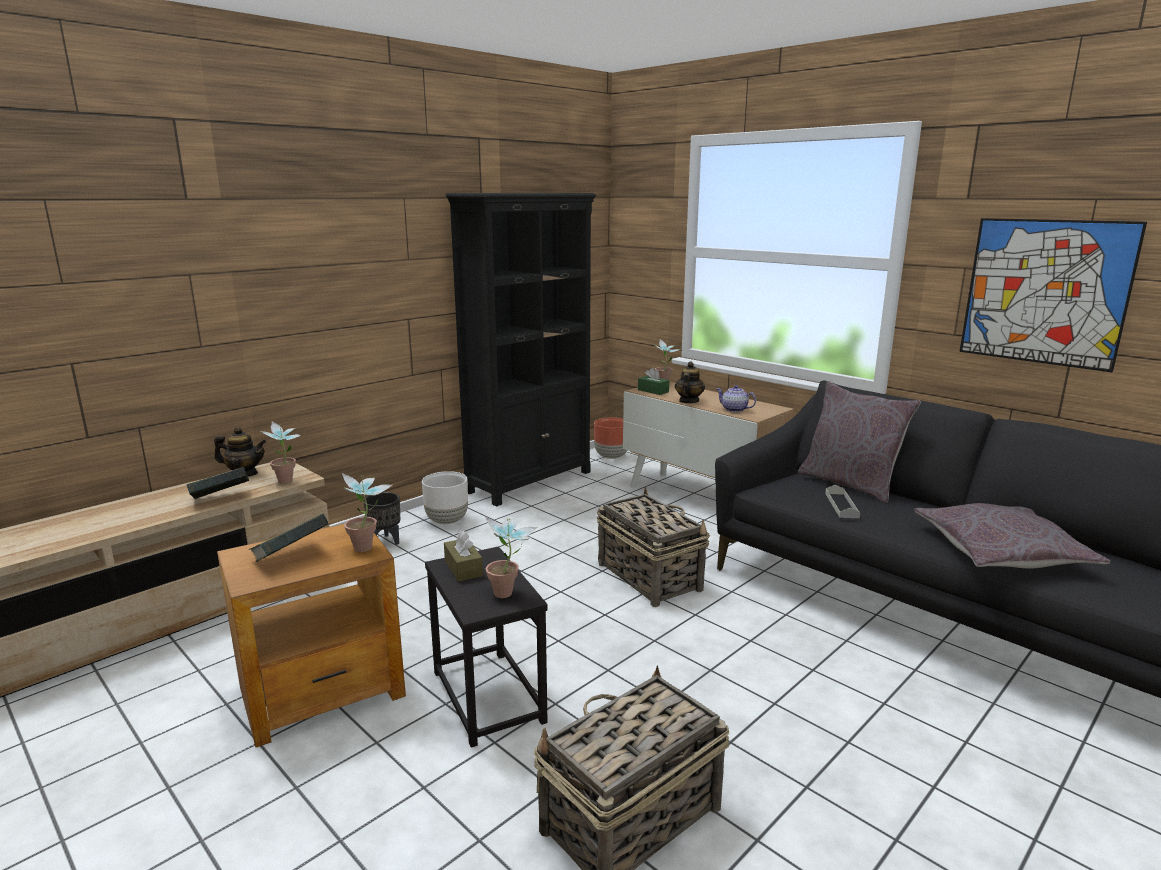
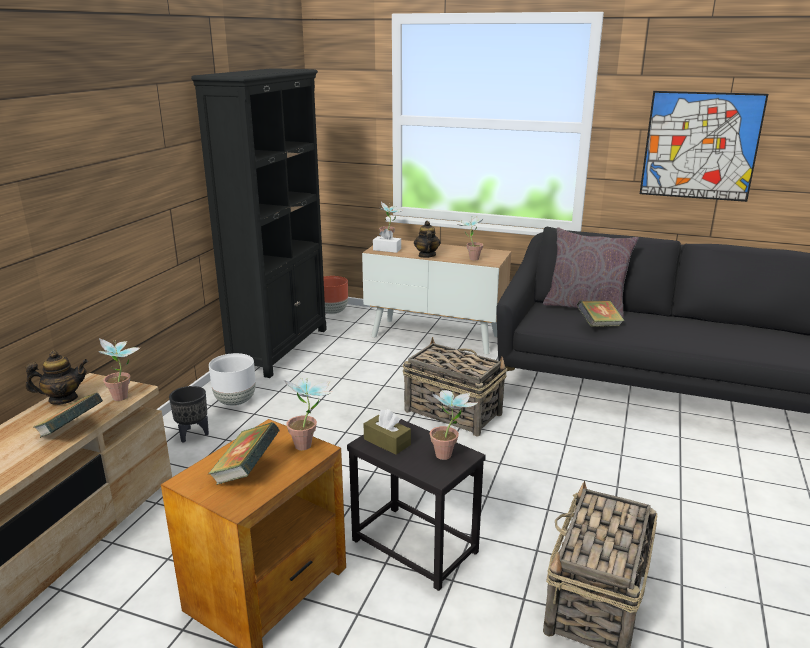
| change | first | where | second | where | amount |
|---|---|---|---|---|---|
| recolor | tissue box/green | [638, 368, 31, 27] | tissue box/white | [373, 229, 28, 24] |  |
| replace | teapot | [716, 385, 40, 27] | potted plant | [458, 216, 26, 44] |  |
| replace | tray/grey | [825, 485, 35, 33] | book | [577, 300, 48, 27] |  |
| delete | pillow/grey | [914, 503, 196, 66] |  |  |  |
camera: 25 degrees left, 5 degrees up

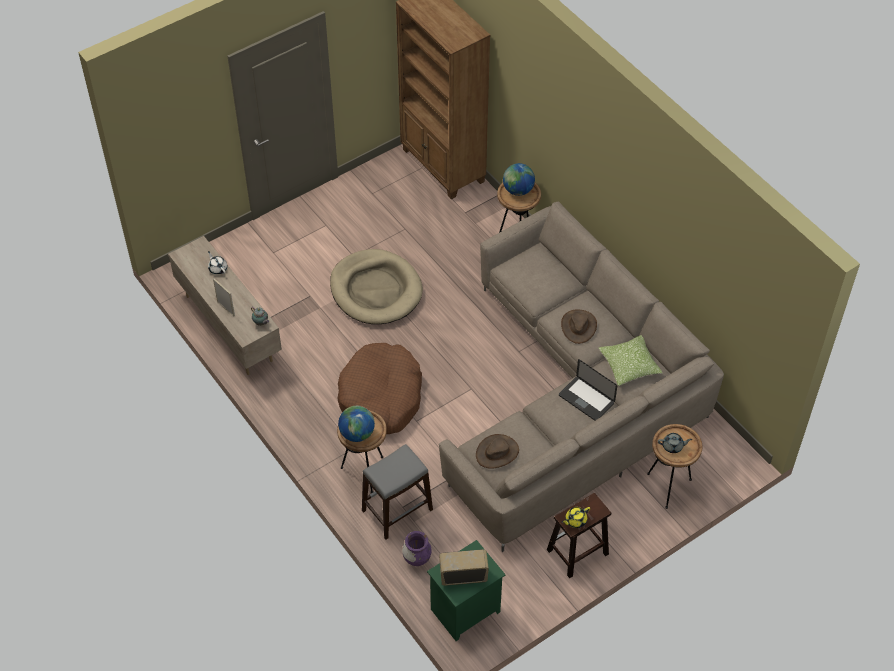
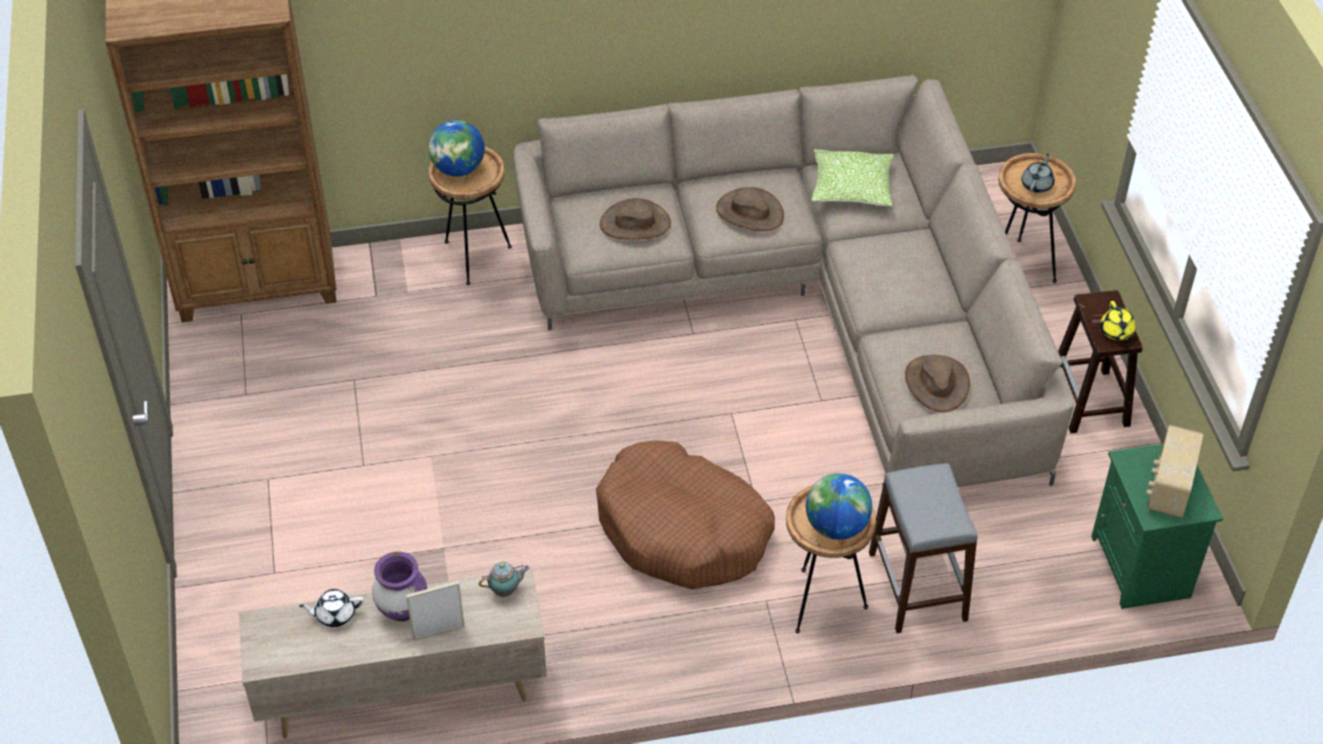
| change | first | where | second | where | amount |
|---|---|---|---|---|---|
| move | vase/purple | [402, 531, 29, 35] |  | [372, 552, 55, 69] |  |
| insert |  |  | hat/brown | [600, 198, 71, 42] |  |
| delete | dog bed/beige | [330, 249, 93, 75] |  |  |  |
| delete | laptop | [559, 359, 58, 62] |  |  |  |
camera: 65 degrees left, 5 degrees down

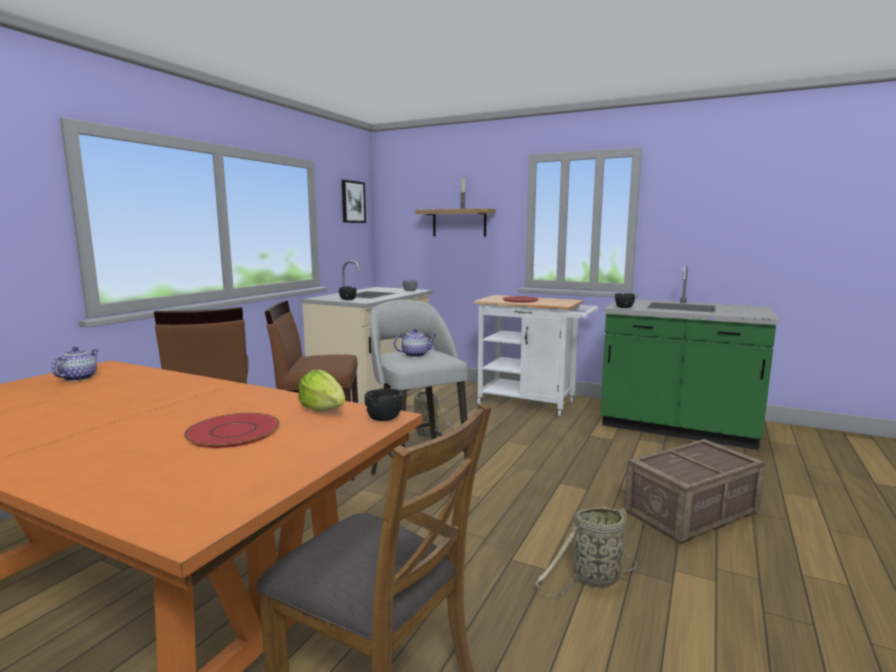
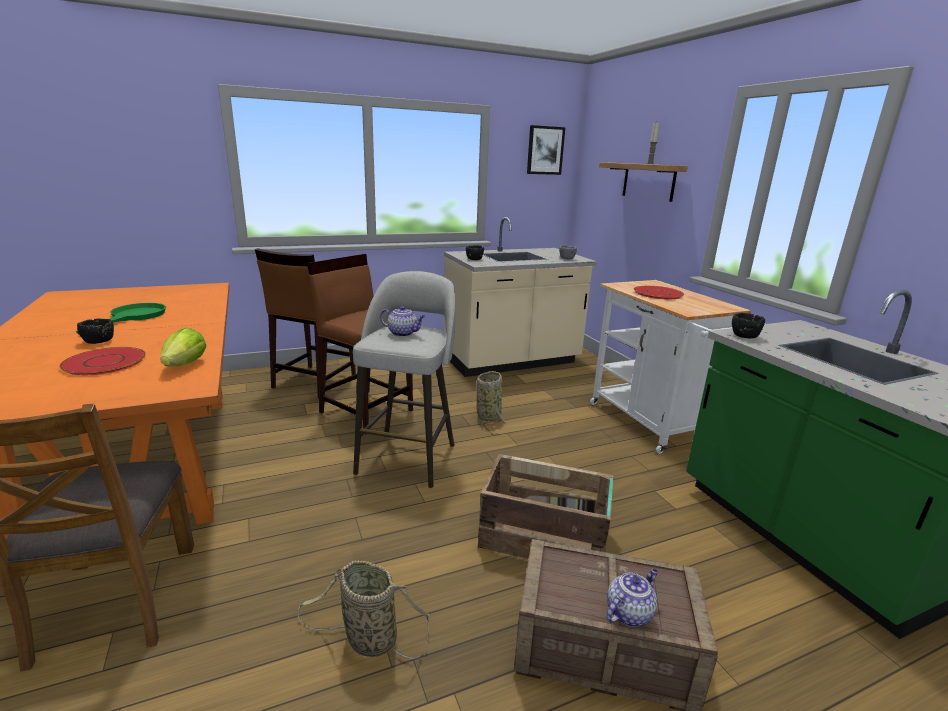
| change | first | where | second | where | amount |
|---|---|---|---|---|---|
| insert |  |  | frying pan/green | [76, 303, 90, 31] |  |
| move | bowl/black | [365, 388, 38, 33] |  | [77, 318, 37, 26] |  |
| insert |  |  | crate | [478, 454, 136, 105] |  |
| move | teapot | [51, 347, 47, 34] |  | [606, 568, 52, 59] |  |
camera: 40 degrees right, 10 degrees up

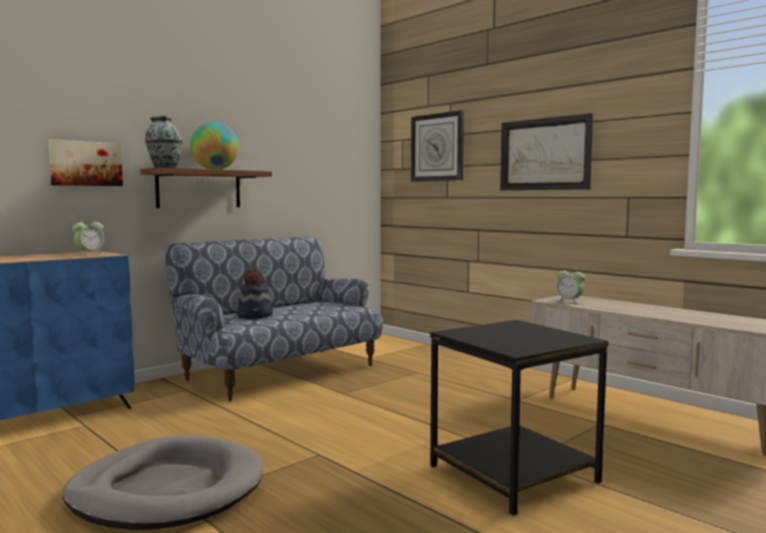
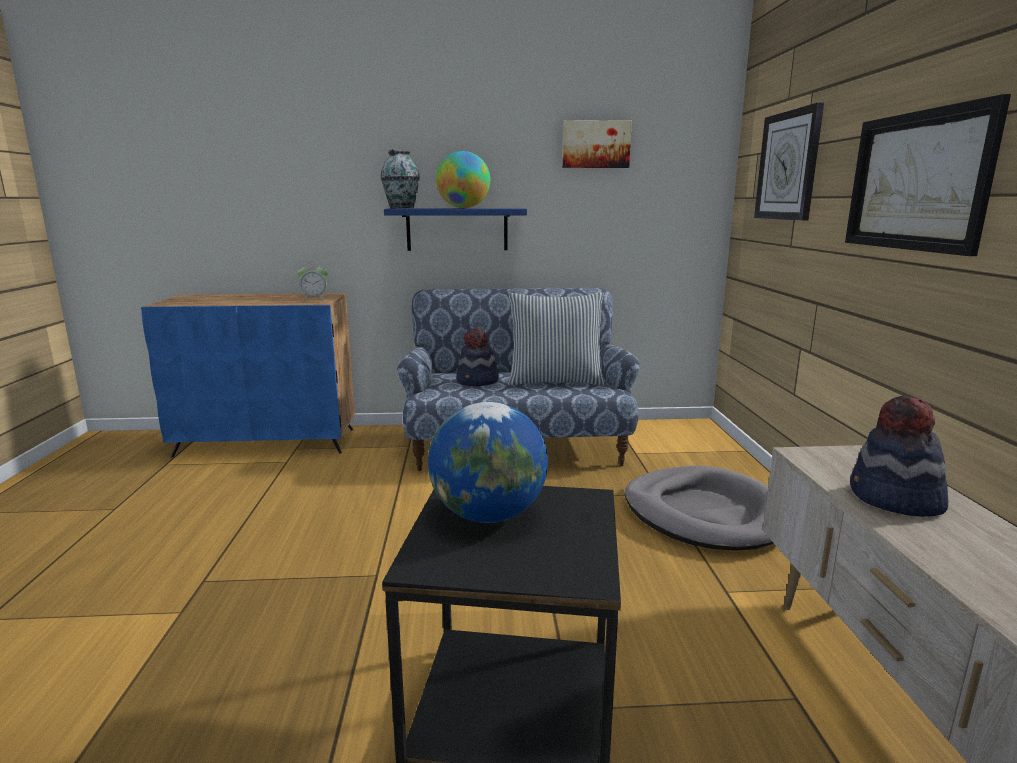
| change | first | where | second | where | amount |
|---|---|---|---|---|---|
| recolor | shelf/brown | [140, 167, 132, 41] | shelf/blue | [384, 208, 143, 43] |  |
| insert |  |  | globe | [428, 402, 120, 121] |  |
| insert |  |  | pillow | [508, 292, 97, 94] |  |
| move | picture | [48, 139, 75, 47] |  | [562, 120, 70, 48] |  |
| move | dog bed/grey | [62, 435, 201, 95] |  | [625, 466, 149, 85] |  |
| insert |  |  | hat | [850, 396, 98, 121] |  |
| delete | alarm clock | [556, 267, 29, 37] |  |  |  |
camera: 40 degrees right, 10 degrees up

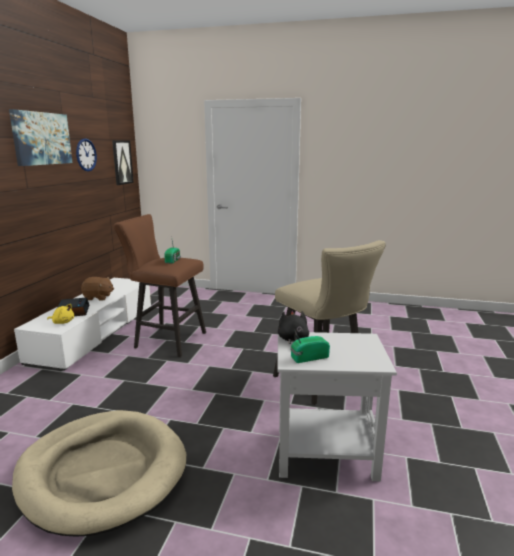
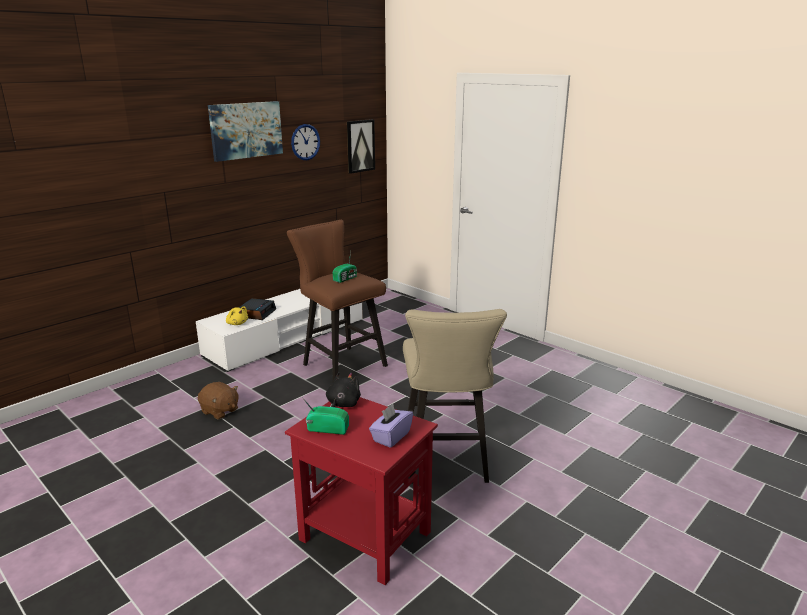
| change | first | where | second | where | amount |
|---|---|---|---|---|---|
| move | plush toy/brown | [81, 277, 33, 23] |  | [198, 382, 40, 38] |  |
| recolor | side table/white | [277, 332, 120, 149] | side table/red | [285, 397, 153, 188] |  |
| insert |  |  | tissue box/purple | [369, 404, 44, 44] |  |
| delete | dog bed/beige | [12, 410, 174, 127] |  |  |  |
camera: 30 degrees right, 5 degrees up

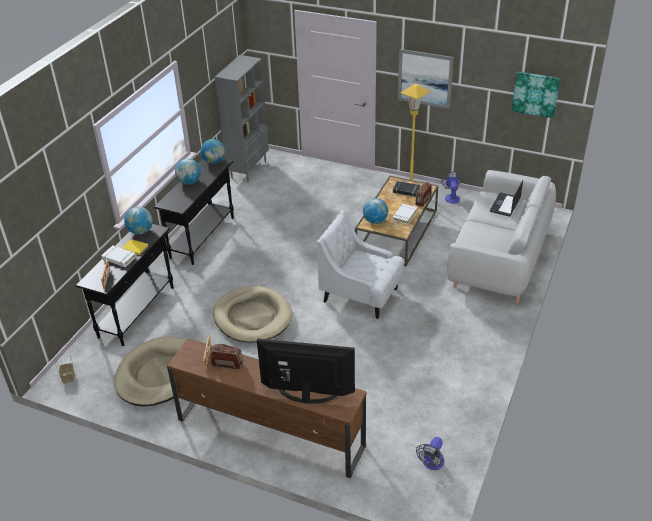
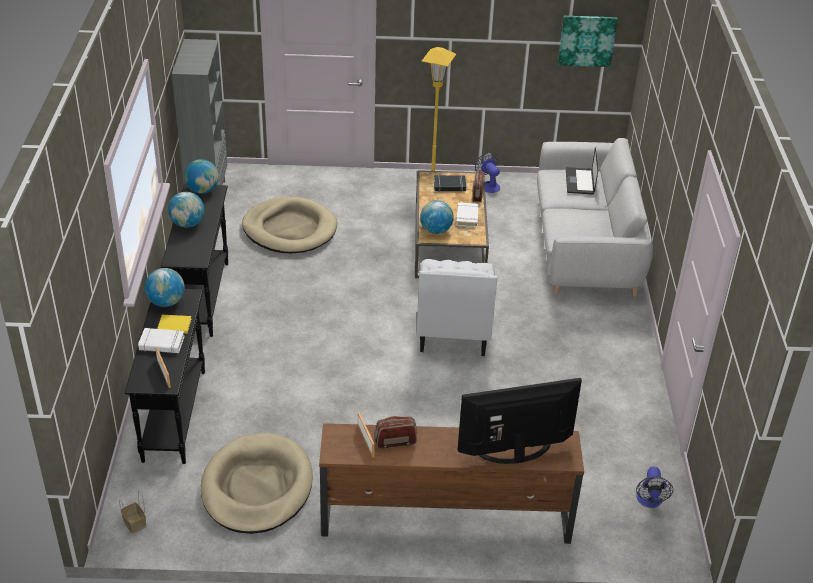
| change | first | where | second | where | amount |
|---|---|---|---|---|---|
| move | dog bed/beige | [213, 286, 80, 57] |  | [242, 197, 95, 56] |  |
| rotate | armchair/white | [317, 210, 87, 109] |  | [416, 259, 81, 97] | 90 degrees counterclockwise |
| delete | picture | [398, 49, 56, 60] |  |  |  |
camera: 25 degrees left, 0 degrees up

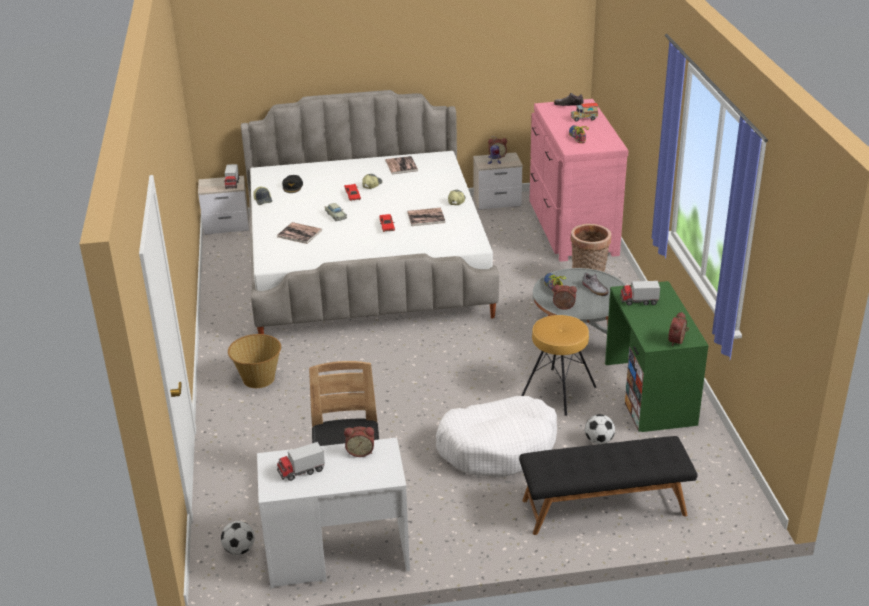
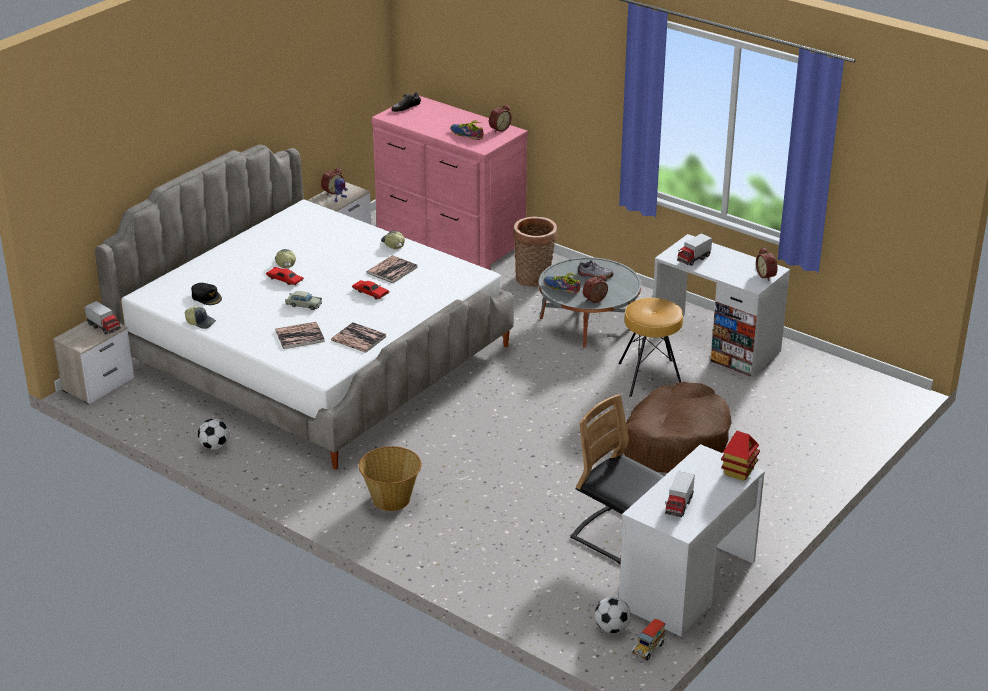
| change | first | where | second | where | amount |
|---|---|---|---|---|---|
| move | football | [585, 414, 30, 30] |  | [198, 419, 31, 31] |  |
| move | book | [385, 156, 33, 18] |  | [331, 322, 56, 31] |  |
| move | alarm clock | [344, 426, 30, 31] |  | [489, 104, 23, 28] |  |
| recolor | dog bed/white | [436, 396, 121, 82] | dog bed/brown | [624, 382, 108, 91] |  |
| move | toy truck | [570, 103, 29, 19] |  | [632, 619, 34, 41] |  |
| recolor | desk/green | [605, 281, 104, 151] | desk/white | [650, 234, 140, 143] |  |
| insert |  |  | toy house | [721, 431, 39, 50] |  |
| delete | bench/black | [519, 436, 179, 99] |  |  |  |
camera: 45 degrees left, 0 degrees up

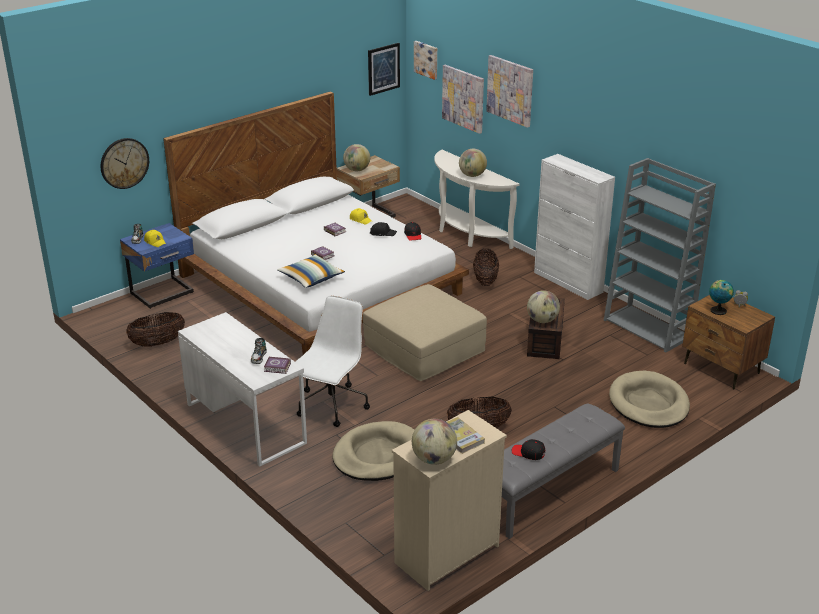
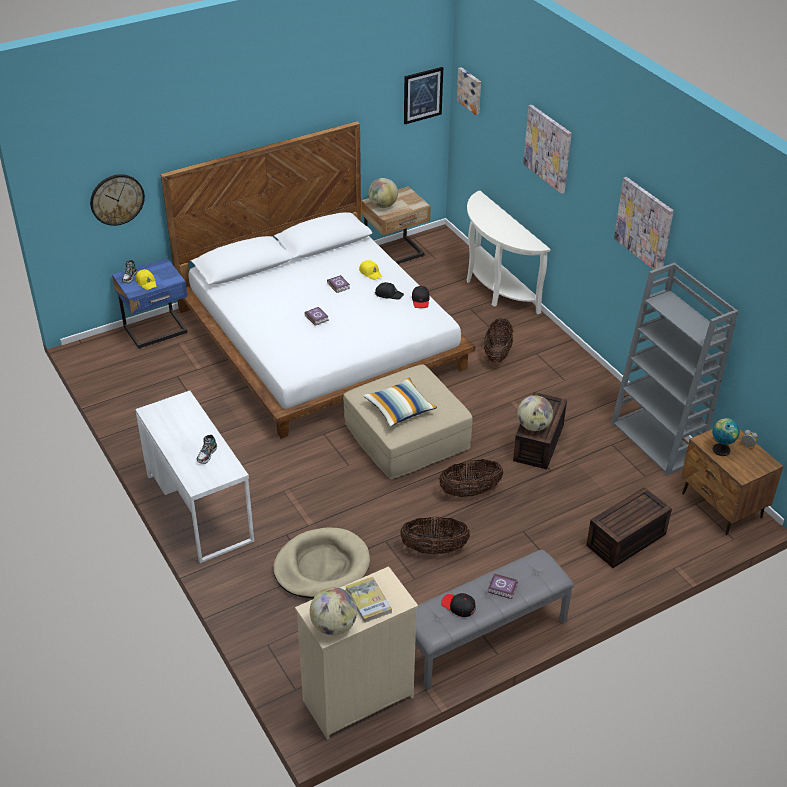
| change | first | where | second | where | amount |
|---|---|---|---|---|---|
| move | pillow | [277, 254, 68, 34] |  | [363, 378, 74, 49] |  |
| move | basket | [126, 312, 59, 35] |  | [439, 459, 64, 38] |  |
| move | book | [264, 357, 27, 17] |  | [488, 573, 30, 26] |  |
| replace | dog bed/beige | [609, 371, 81, 57] | storage box/brown | [586, 487, 86, 81] |  |
| move | picture | [442, 65, 42, 69] |  | [614, 177, 60, 93] |  |
| delete | office chair/white | [296, 296, 74, 131] |  |  |  |
| delete | globe | [459, 149, 28, 28] |  |  |  |
| delete | cabinet/white | [534, 154, 81, 146] |  |  |  |
camera: 10 degrees right, 10 degrees up

